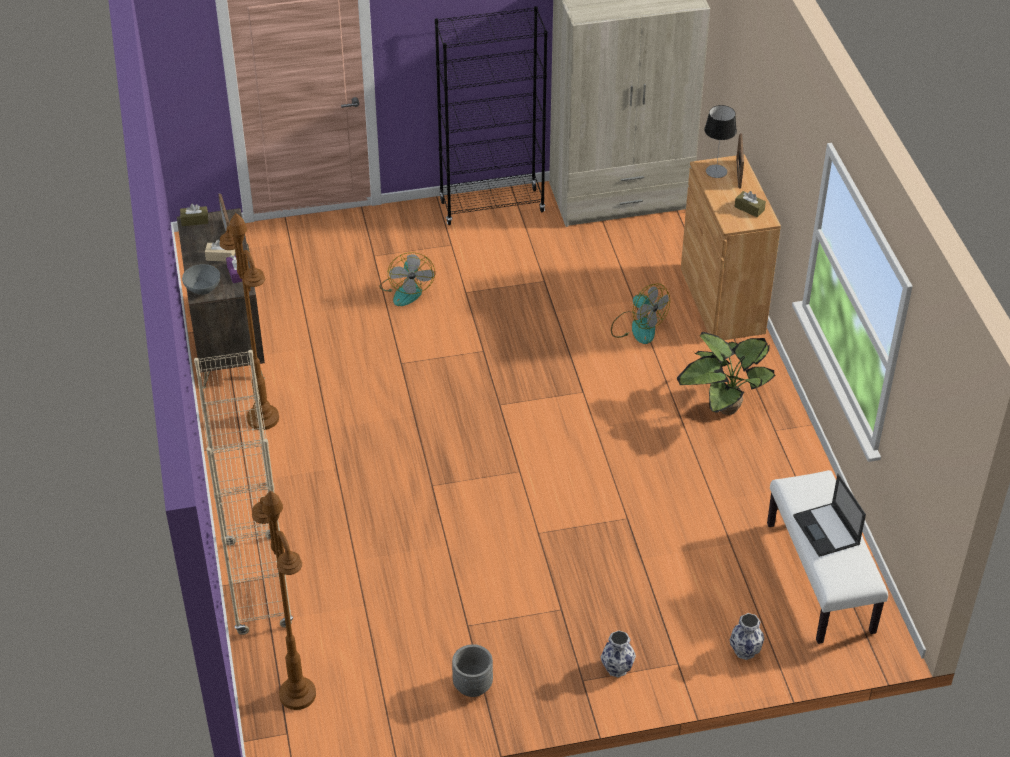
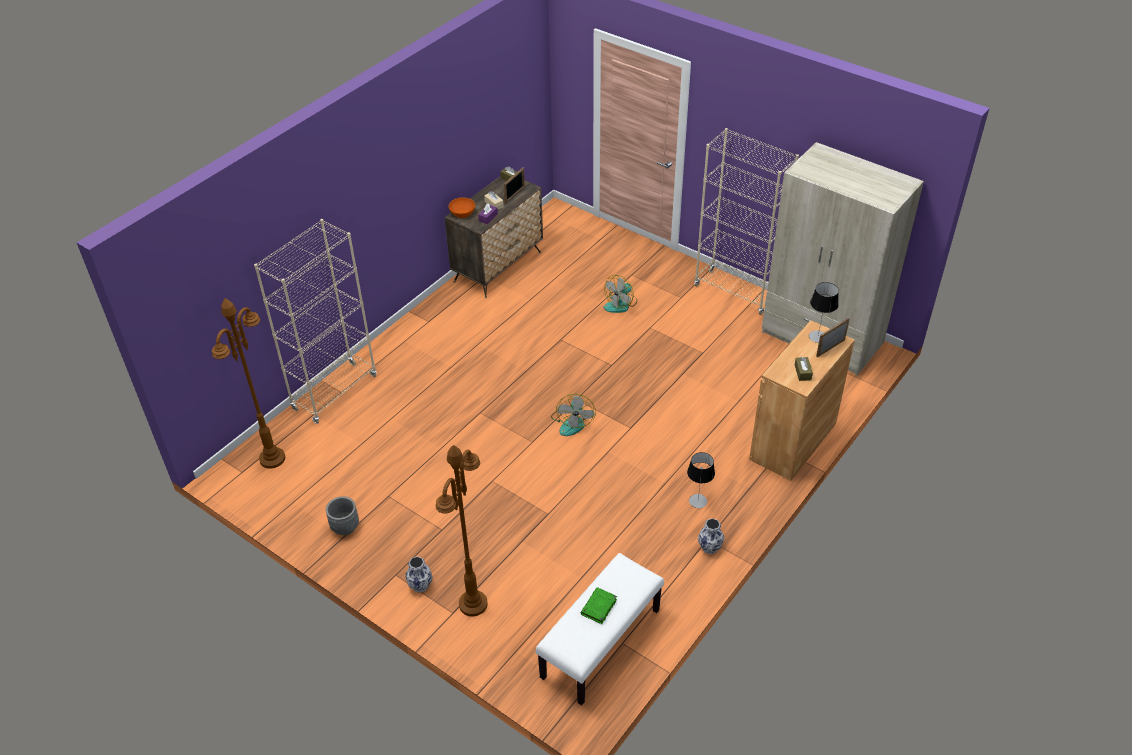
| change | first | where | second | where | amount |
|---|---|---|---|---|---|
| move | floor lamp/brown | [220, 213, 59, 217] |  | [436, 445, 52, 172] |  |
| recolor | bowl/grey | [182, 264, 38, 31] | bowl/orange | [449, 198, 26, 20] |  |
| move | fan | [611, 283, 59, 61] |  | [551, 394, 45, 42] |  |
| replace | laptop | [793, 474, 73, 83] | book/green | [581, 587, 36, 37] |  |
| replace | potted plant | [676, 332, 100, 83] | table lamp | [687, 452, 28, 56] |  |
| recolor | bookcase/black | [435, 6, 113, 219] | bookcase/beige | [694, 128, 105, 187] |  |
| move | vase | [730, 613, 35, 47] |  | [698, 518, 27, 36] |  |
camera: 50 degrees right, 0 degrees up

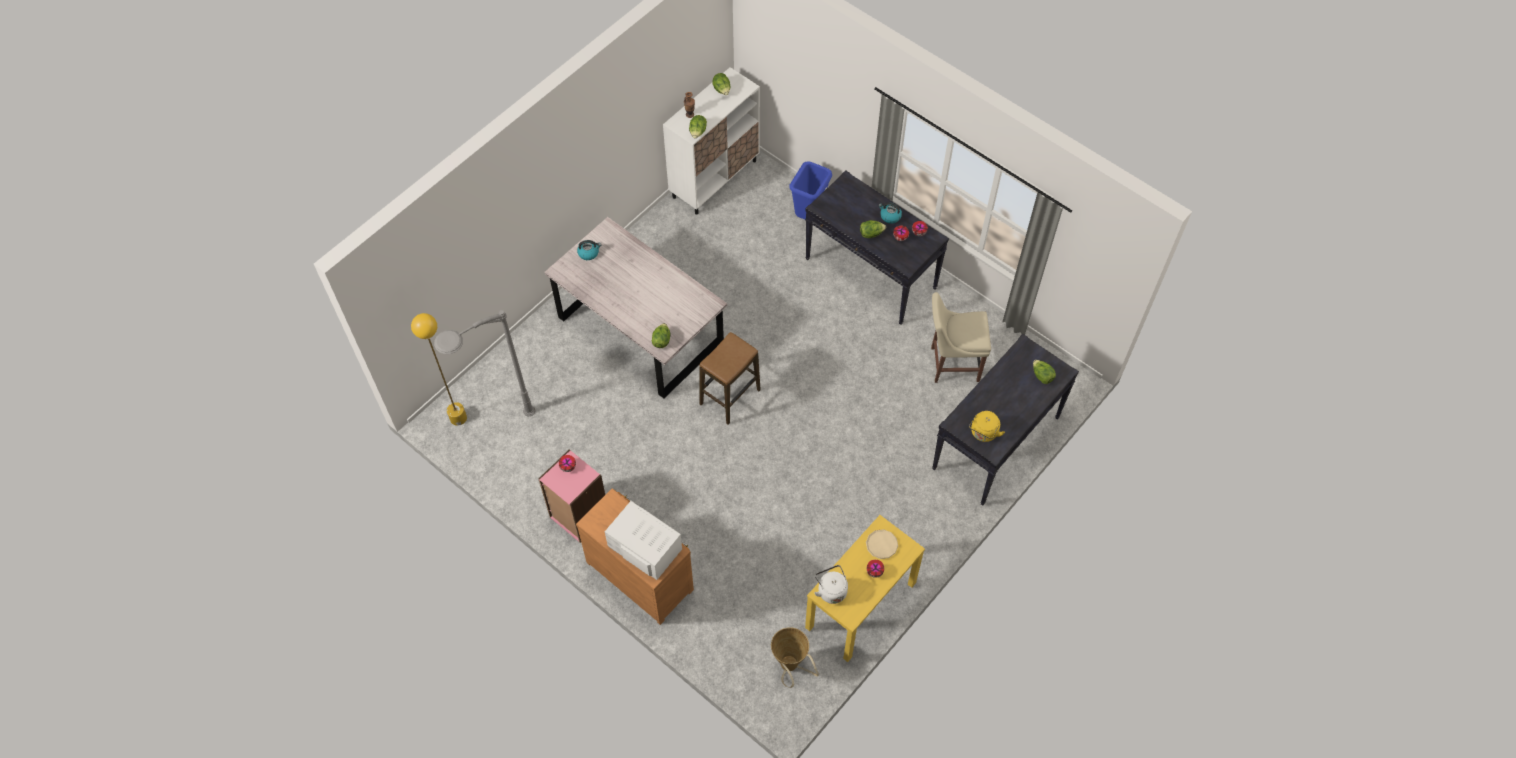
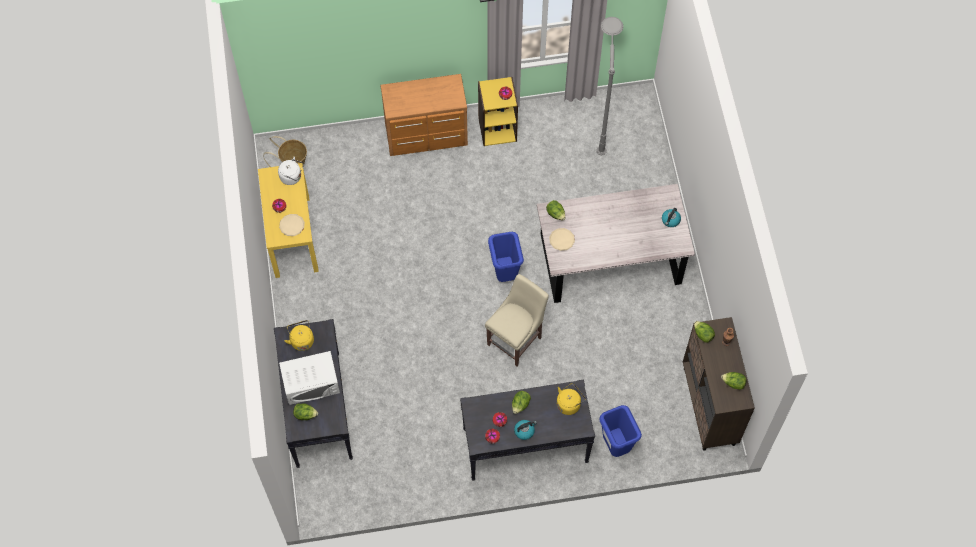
| change | first | where | second | where | amount |
|---|---|---|---|---|---|
| move | microwave/white | [605, 501, 77, 79] |  | [279, 351, 61, 54] |  |
| recolor | bookcase/pink | [538, 449, 67, 94] | bookcase/yellow | [478, 77, 40, 69] |  |
| move | chair/beige | [931, 292, 60, 91] |  | [485, 274, 64, 93] |  |
| replace | stool | [699, 332, 62, 92] | trash can/blue | [488, 232, 36, 50] |  |
| insert |  |  | plate/beige | [549, 228, 26, 23] |  |
| insert |  |  | kettle/yellow | [557, 383, 29, 32] |  |
| recolor | cabinet/white | [663, 67, 97, 148] | cabinet/brown | [683, 317, 72, 134] |  |
| delete | floor lamp/yellow | [411, 313, 56, 113] |  |  |  |
camera: 130 degrees right, 5 degrees up

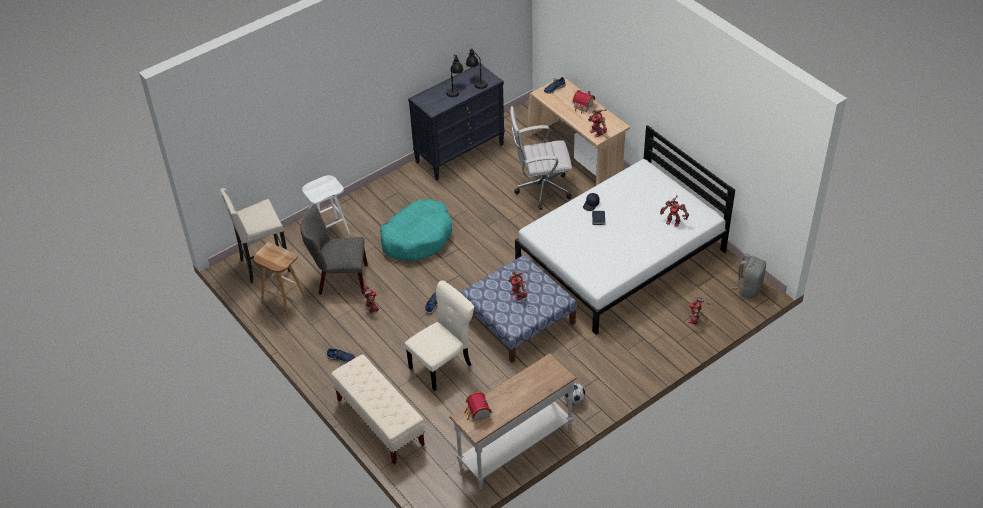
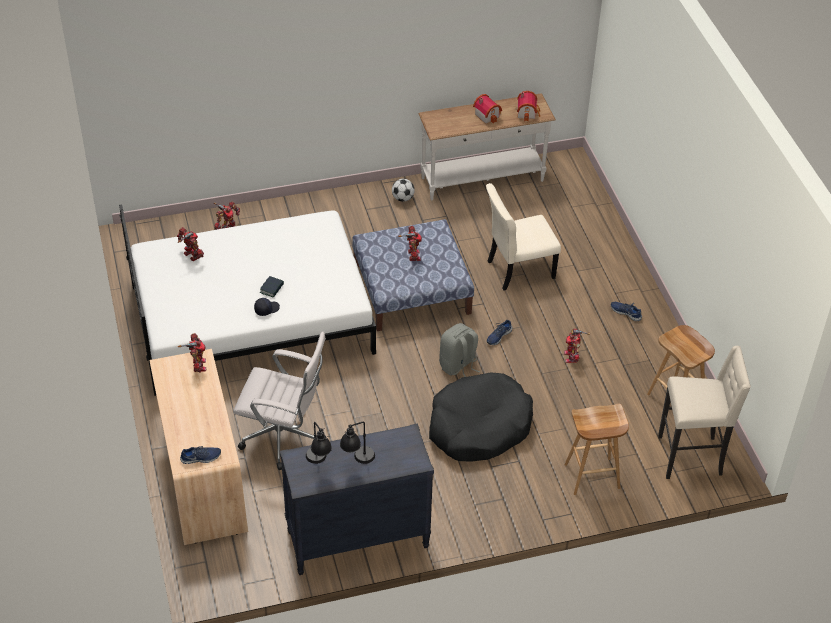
| change | first | where | second | where | amount |
|---|---|---|---|---|---|
| recolor | dog bed/turquoise | [380, 199, 72, 62] | dog bed/black | [429, 372, 104, 90] |  |
| move | backpack/grey | [731, 253, 35, 45] |  | [439, 323, 41, 54] |  |
| move | toy house | [572, 90, 23, 24] |  | [473, 94, 29, 30] |  |
| recolor | stool/white | [302, 175, 48, 59] | stool/brown | [564, 404, 65, 91] |  |
| delete | chair/grey | [301, 204, 67, 91] |  |  |  |
| delete | bench/beige | [331, 354, 94, 110] |  |  |  |
camera: 160 degrees left, 0 degrees up

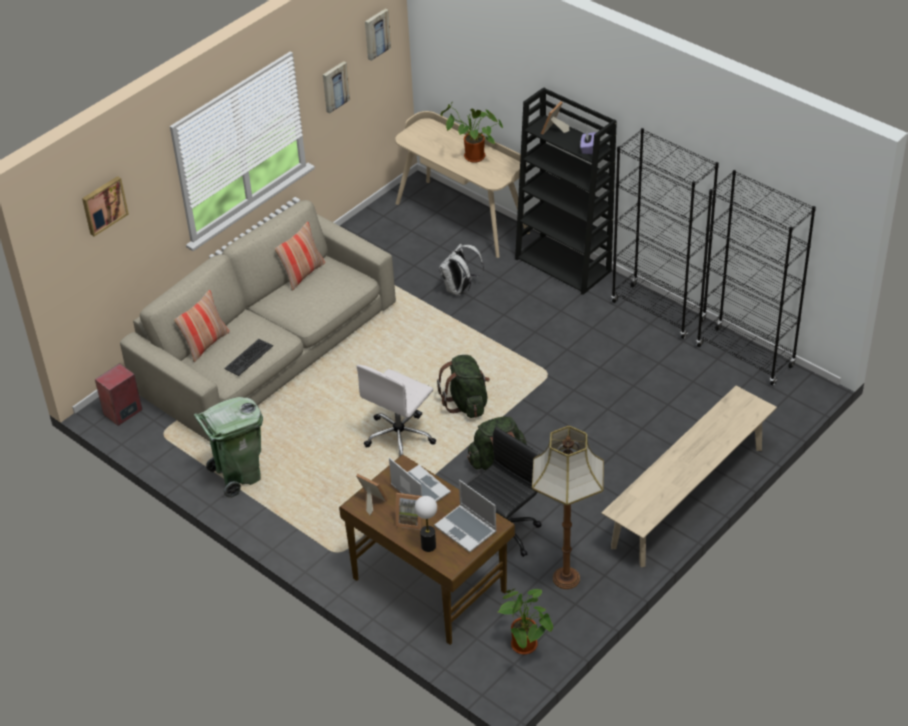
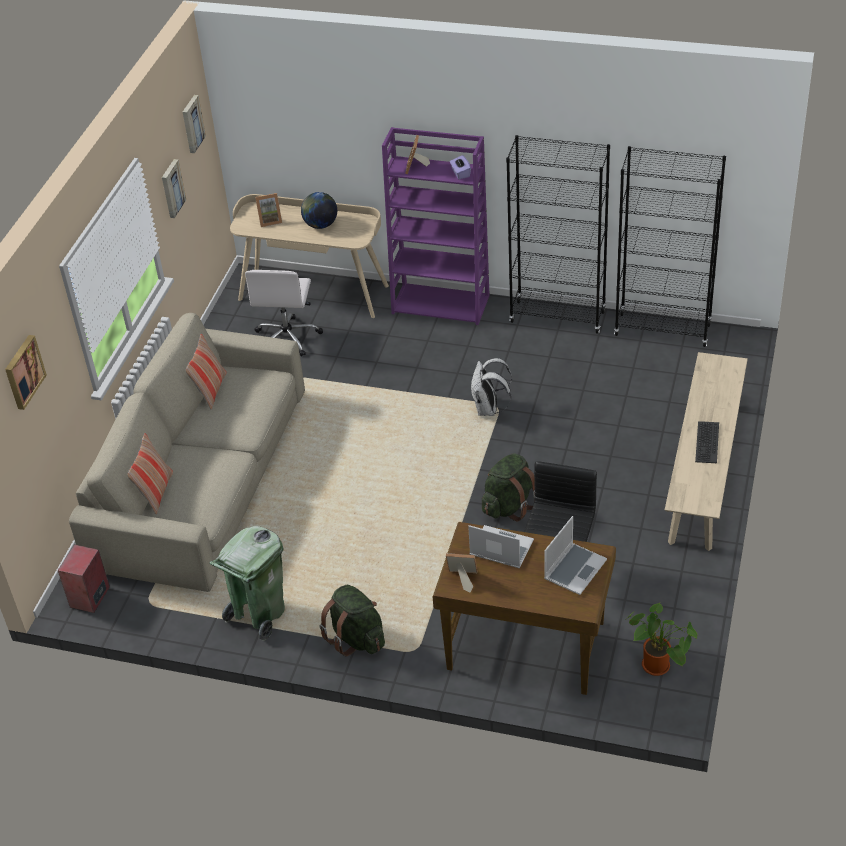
| change | first | where | second | where | amount |
|---|---|---|---|---|---|
| move | office chair/white | [356, 365, 80, 91] |  | [245, 270, 78, 86] |  |
| move | picture frame | [395, 493, 27, 37] |  | [255, 193, 27, 34] |  |
| replace | potted plant | [440, 102, 63, 61] | globe | [301, 192, 36, 37] |  |
| move | backpack/green | [437, 355, 53, 63] |  | [319, 585, 66, 71] |  |
| recolor | bookcase/black | [515, 87, 102, 208] | bookcase/purple | [382, 127, 108, 198] |  |
| move | backpack/white | [439, 244, 45, 52] |  | [470, 358, 42, 58] |  |
| rotate | laptop | [434, 480, 62, 72] |  | [544, 516, 63, 79] | 75 degrees counterclockwise |
| move | keyboard | [224, 339, 49, 37] |  | [695, 421, 24, 42] |  |
| delete | table lamp | [415, 496, 22, 56] |  |  |  |
| delete | floor lamp | [532, 426, 72, 163] |  |  |  |
camera: 25 degrees left, 0 degrees up

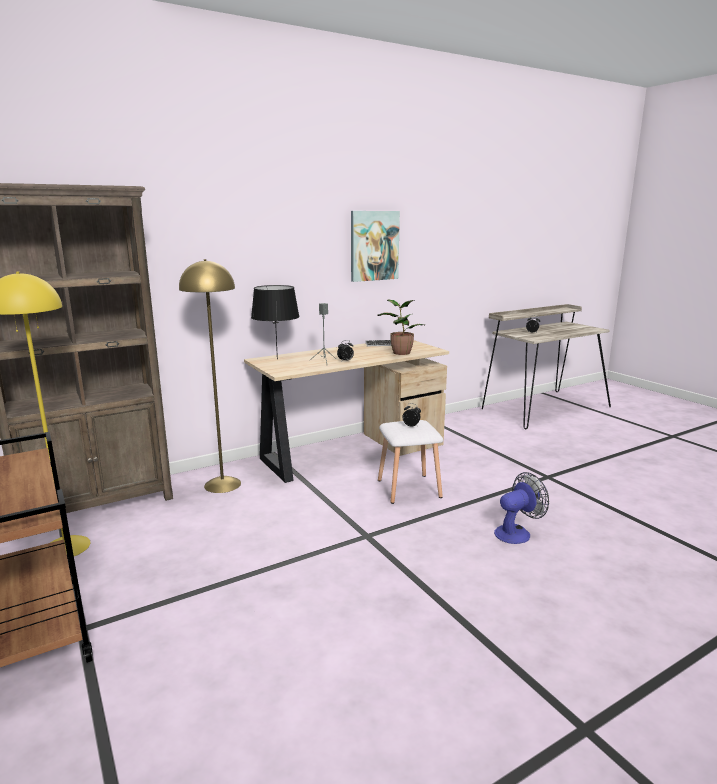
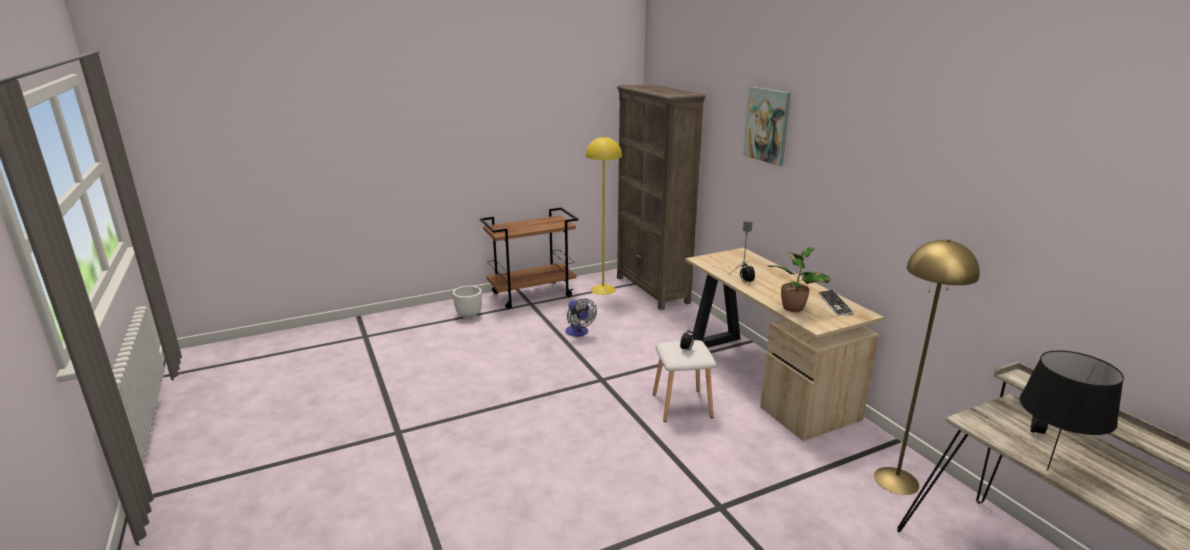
| change | first | where | second | where | amount |
|---|---|---|---|---|---|
| insert |  |  | planter/white | [453, 286, 29, 32] |  |
| move | fan | [494, 472, 55, 72] |  | [565, 298, 32, 39] |  |
| move | picture | [351, 211, 49, 71] |  | [743, 86, 48, 80] |  |
| move | floor lamp/yellow | [179, 259, 62, 234] |  | [874, 239, 106, 256] |  |
| move | table lamp/black | [251, 285, 49, 74] |  | [1019, 350, 105, 121] |  |
camera: 95 degrees right, 5 degrees up

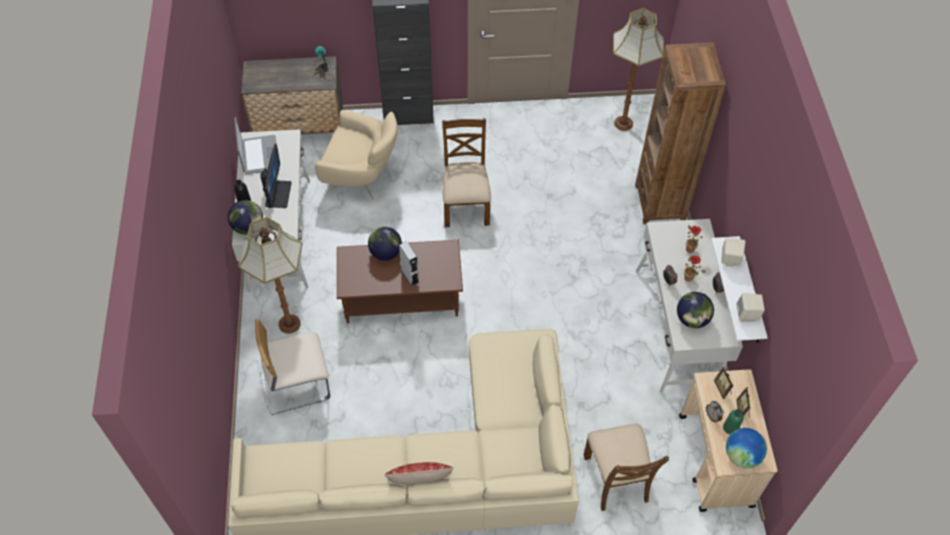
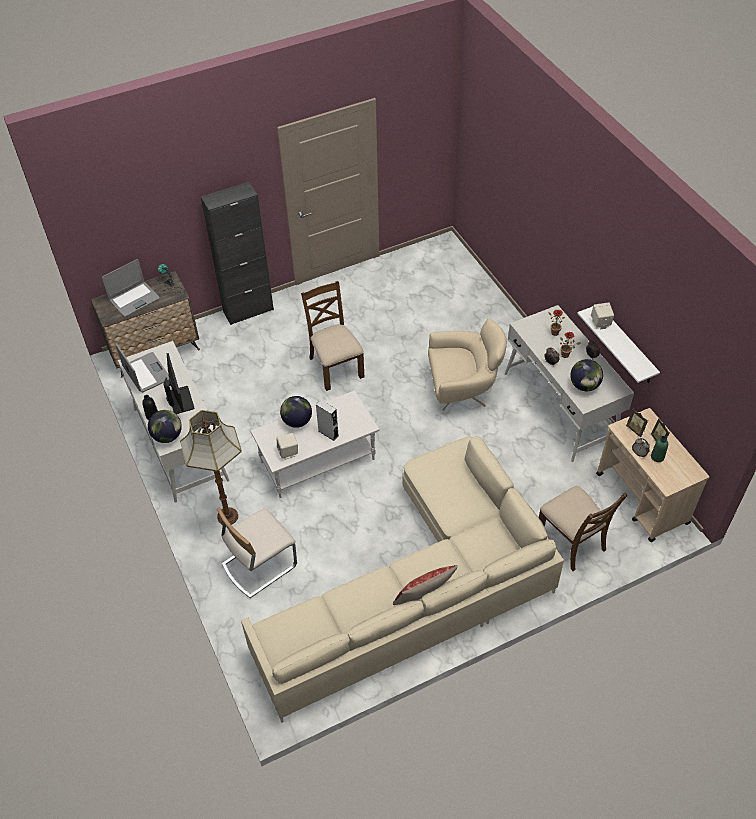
| change | first | where | second | where | amount |
|---|---|---|---|---|---|
| insert |  |  | laptop | [102, 259, 58, 58] |  |
| recolor | coffee table/brown | [337, 240, 126, 83] | coffee table/white | [250, 390, 130, 108] |  |
| move | speaker/beige | [736, 293, 29, 29] |  | [277, 433, 21, 27] |  |
| move | armchair/beige | [315, 110, 82, 91] |  | [428, 318, 79, 93] |  |
| delete | floor lamp | [613, 8, 51, 123] |  |  |  |
| delete | bookcase/brown | [635, 42, 91, 182] |  |  |  |
| delete | globe | [726, 428, 41, 40] |  |  |  |
camera: 20 degrees left, 5 degrees down

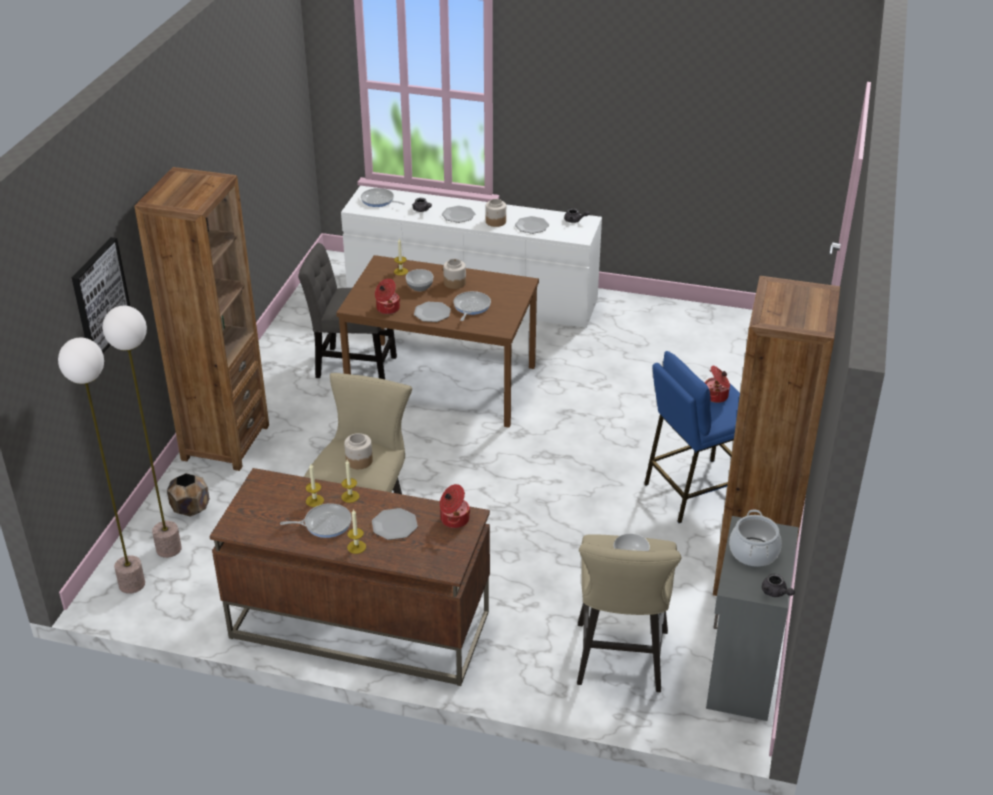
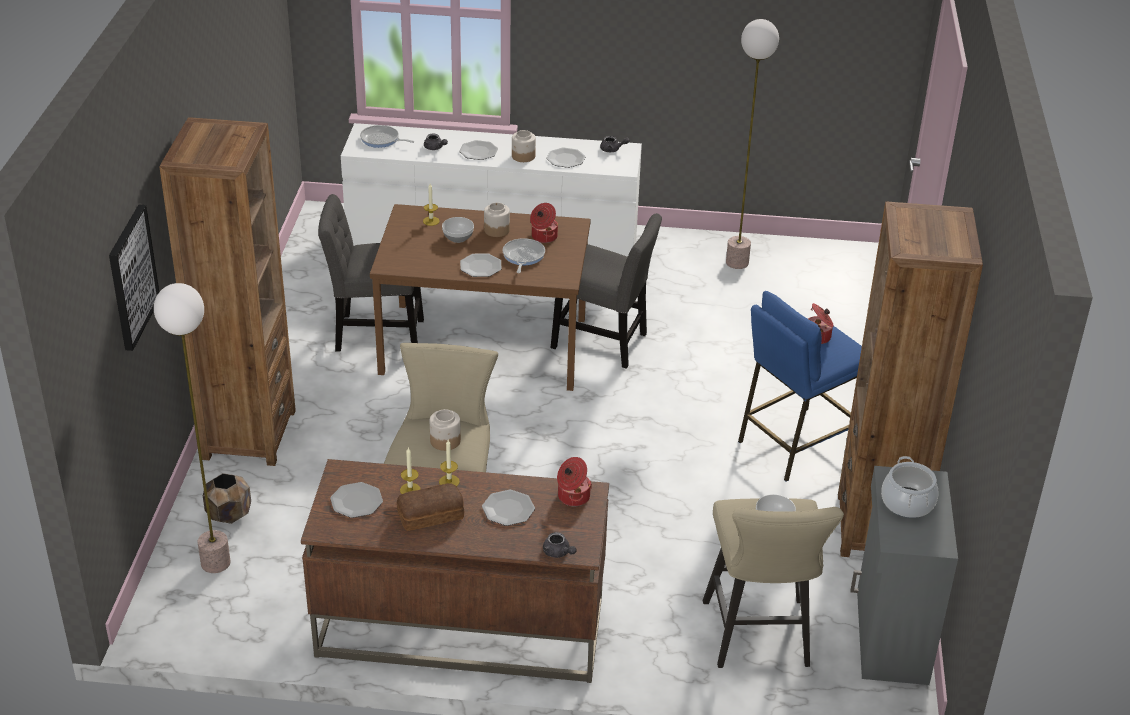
| change | first | where | second | where | amount |
|---|---|---|---|---|---|
| insert |  |  | plate | [330, 482, 53, 36] |  |
| replace | frying pan | [280, 503, 72, 35] | bread | [397, 483, 67, 48] |  |
| move | cooking pot | [375, 278, 25, 36] |  | [530, 203, 28, 40] |  |
| move | teapot/grey | [762, 574, 33, 23] |  | [543, 532, 34, 26] |  |
| insert |  |  | chair/grey | [551, 213, 111, 156] |  |
| move | floor lamp | [58, 338, 87, 256] |  | [726, 19, 53, 250] |  |
| delete | candle | [347, 509, 19, 45] |  |  |  |
camera: 10 degrees left, 0 degrees up

